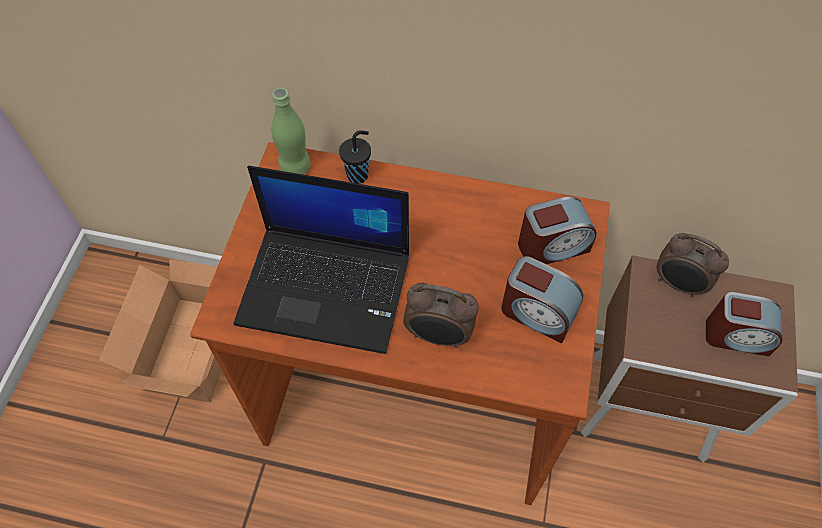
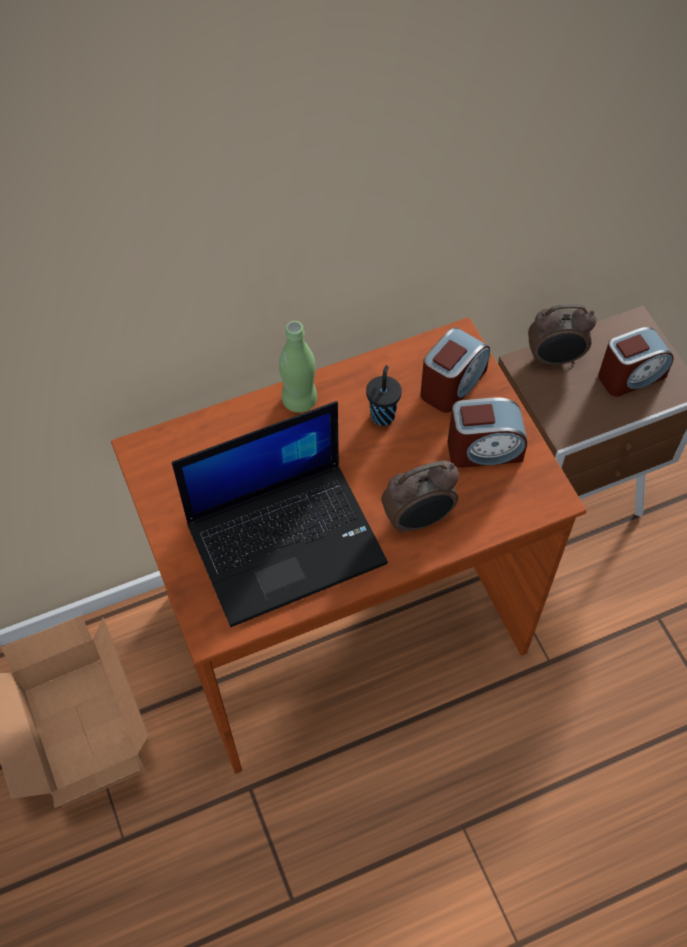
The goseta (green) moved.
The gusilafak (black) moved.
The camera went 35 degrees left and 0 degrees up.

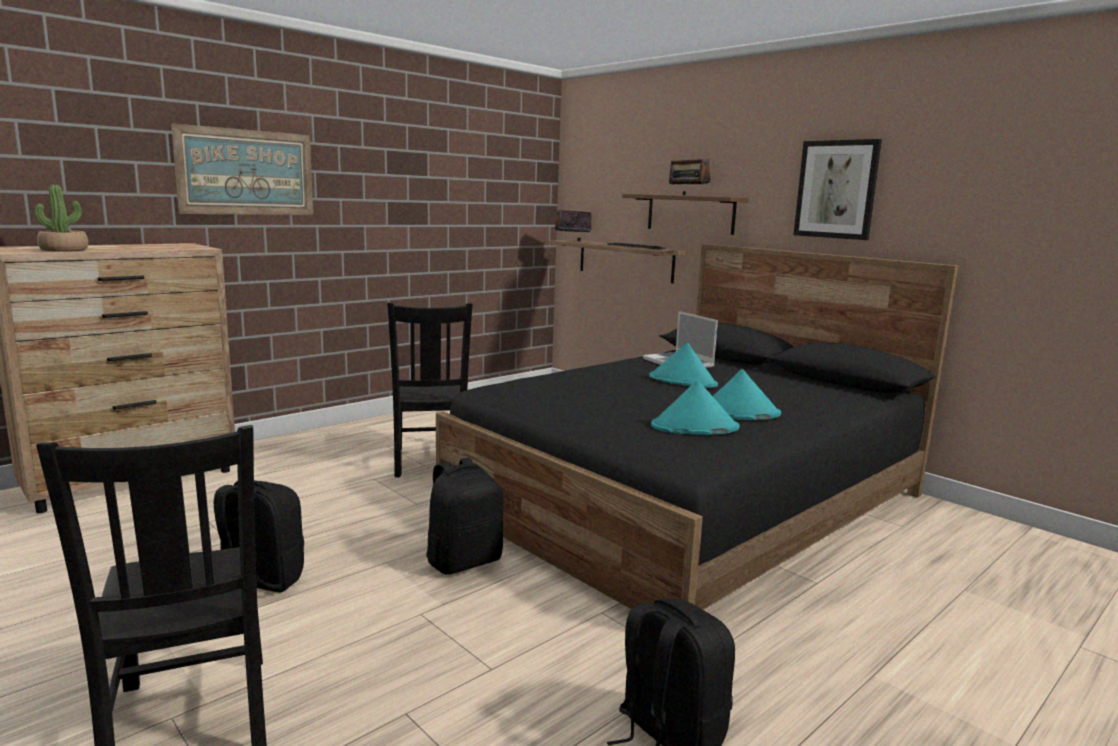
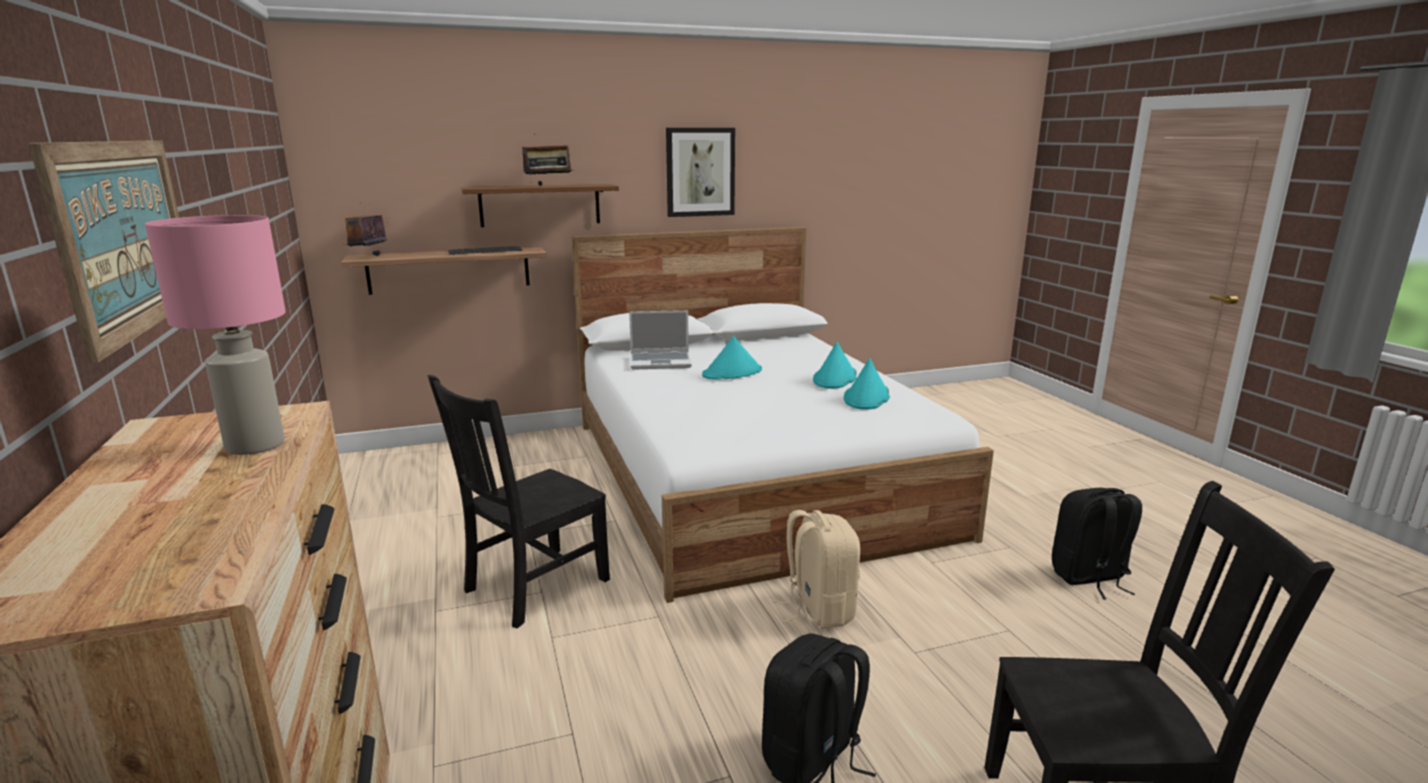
The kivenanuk disappeared.
The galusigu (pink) appeared.
The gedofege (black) (no. 2 from left) became the gedofege (beige).
The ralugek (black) became the ralugek (white).
The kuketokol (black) (no. 2 from left in the first image) turned 120 degrees clockwise.
The camera went 65 degrees left and 5 degrees up.

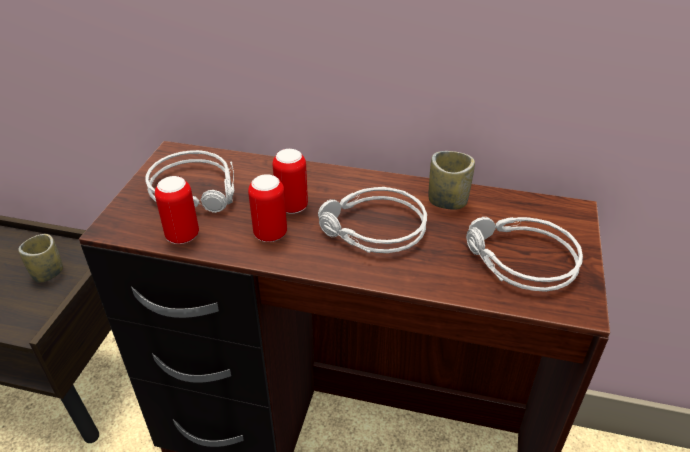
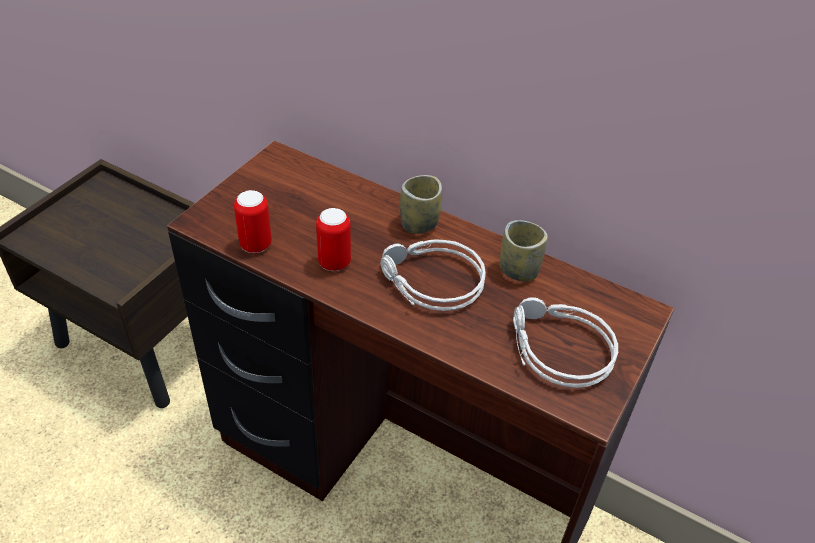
The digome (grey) (no. 1 from left) disappeared.
The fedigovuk (no. 3 from left) disappeared.
The gusilafak (no. 1 from left) moved.
The camera went 15 degrees right and 5 degrees up.

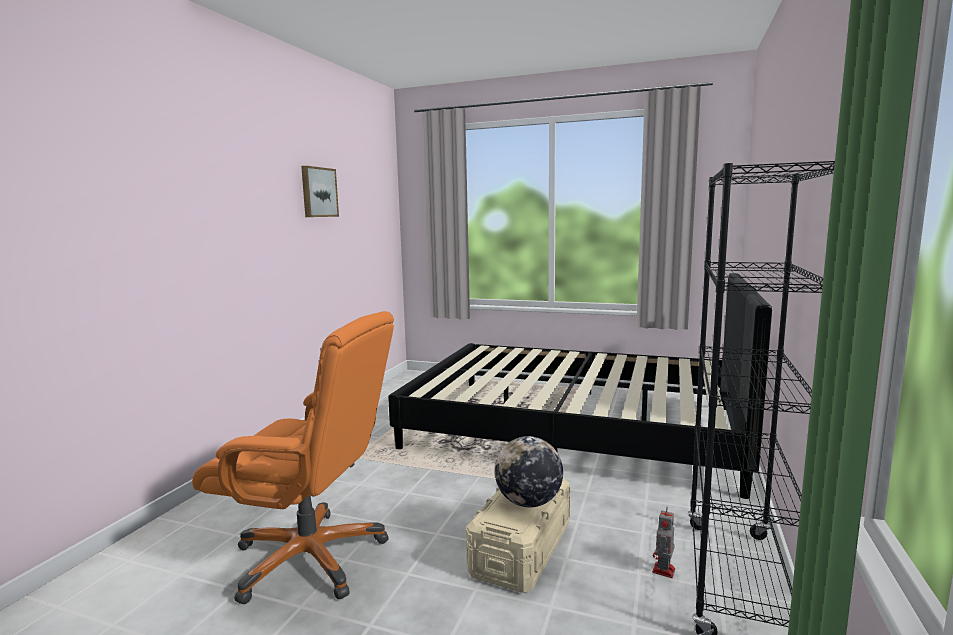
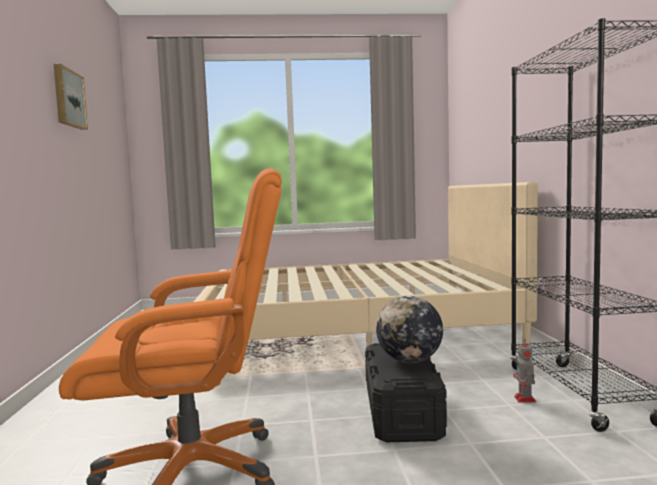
The ralugek (black) became the ralugek (beige).
The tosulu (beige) became the tosulu (black).
The camera went 25 degrees left and 5 degrees down.

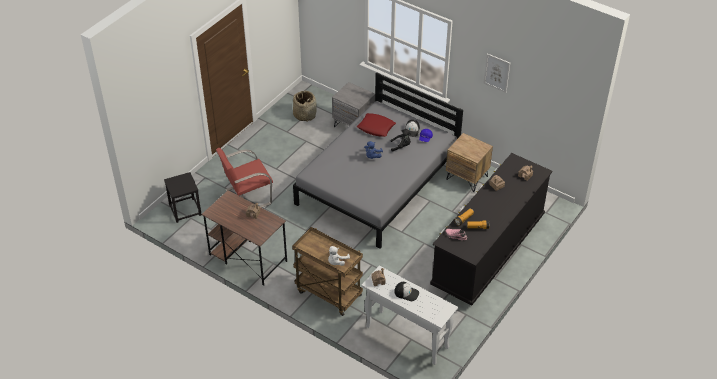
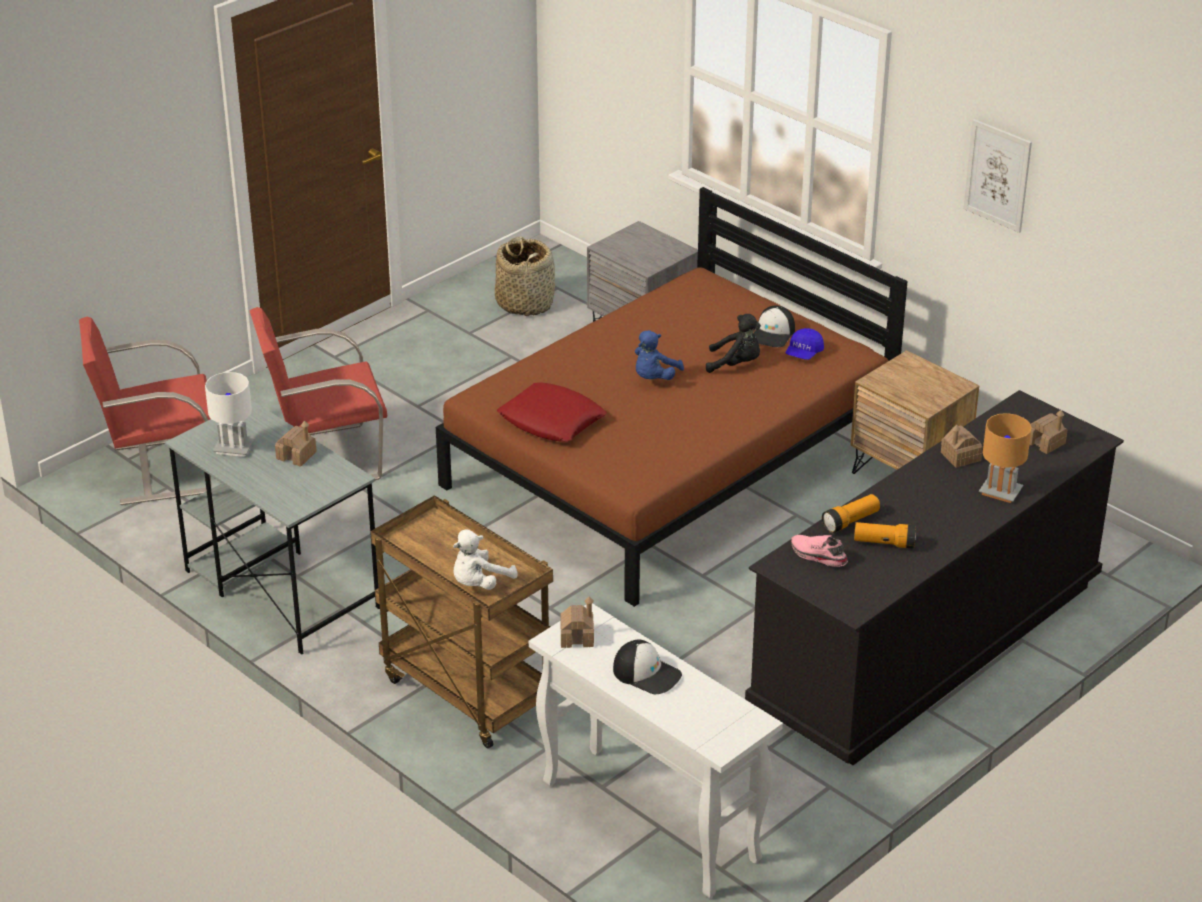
The galusigu (white) appeared.
The galusigu (brown) appeared.
The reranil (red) moved.
The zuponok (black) was replaced by the kuketokol (red) (no. 1 from left).
The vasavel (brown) became the vasavel (grey).
The ralugek (grey) became the ralugek (brown).
The camera went 10 degrees right and 10 degrees down.

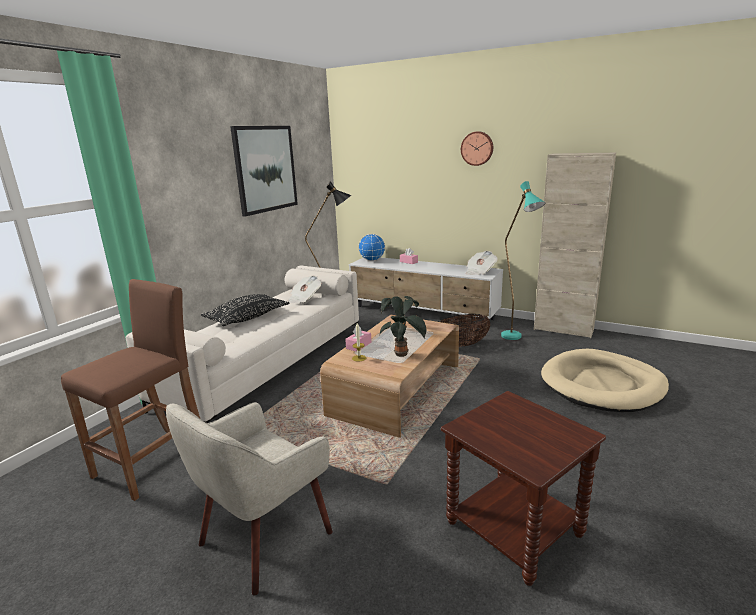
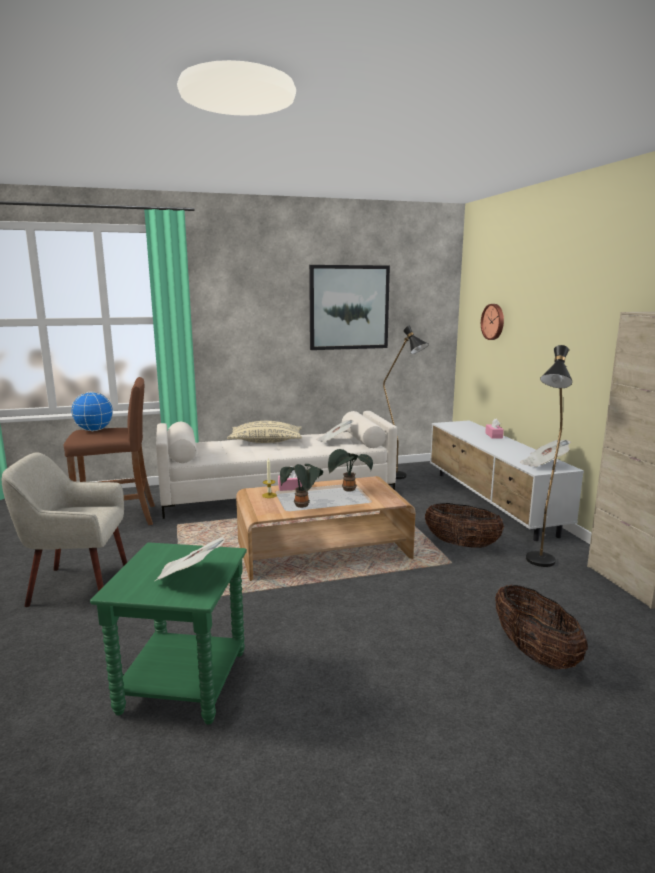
The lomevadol (no. 1 from left) appeared.
The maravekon moved.
The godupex moved.
The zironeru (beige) was replaced by the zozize (no. 2 from left).
The reranil (black) became the reranil (beige).
The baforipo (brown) became the baforipo (green).
The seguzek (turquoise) became the seguzek (black) (no. 2 from left).
The camera went 45 degrees right and 5 degrees down.

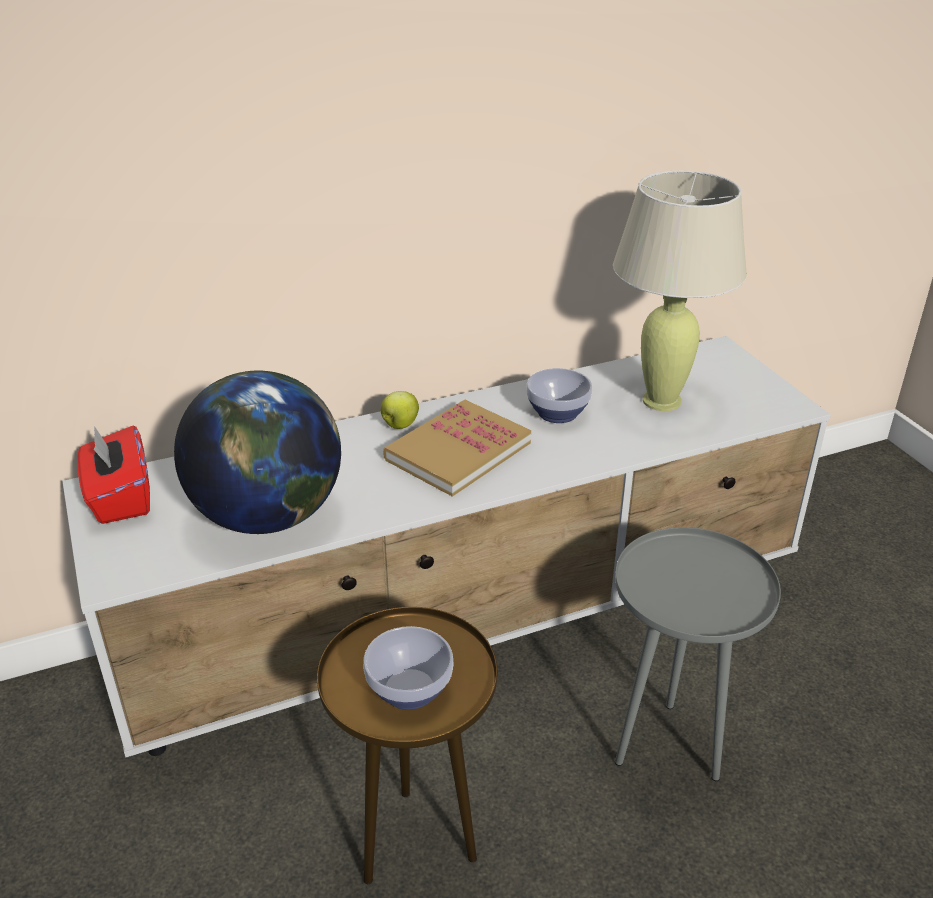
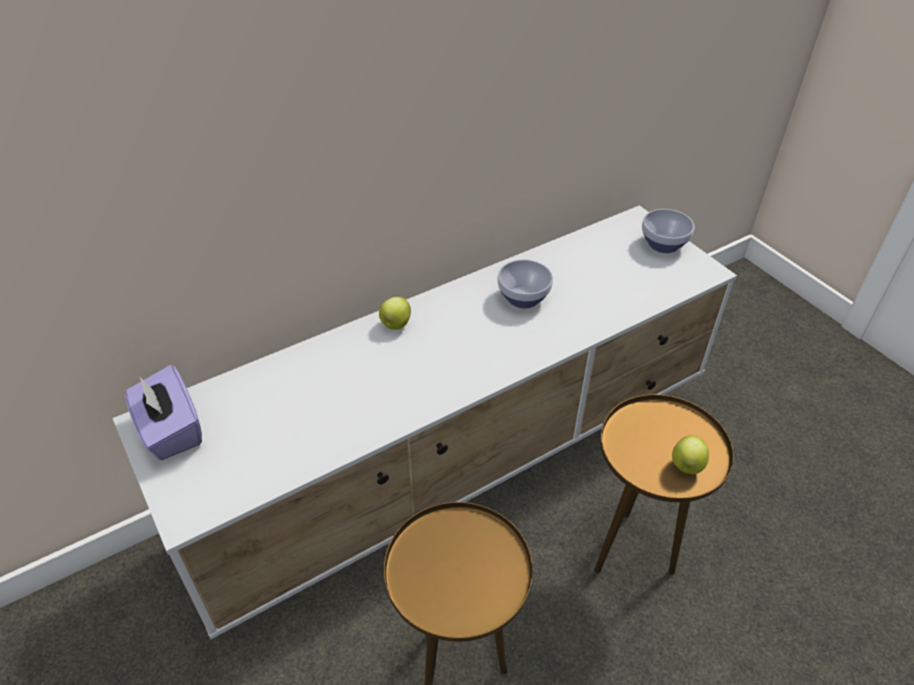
The maravekon disappeared.
The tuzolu disappeared.
The galusigu (beige) disappeared.
The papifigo (no. 2 from left) appeared.
The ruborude (no. 1 from left in the first image) moved.
The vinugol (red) became the vinugol (purple).
The baforipo (grey) became the baforipo (brown) (no. 2 from left).
The camera went 10 degrees left and 10 degrees up.

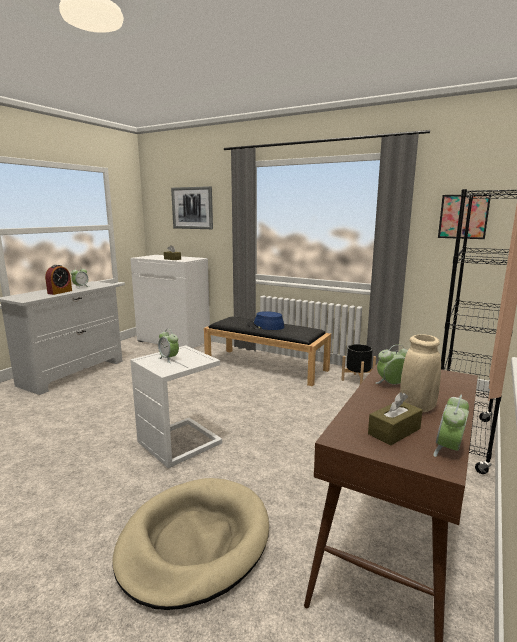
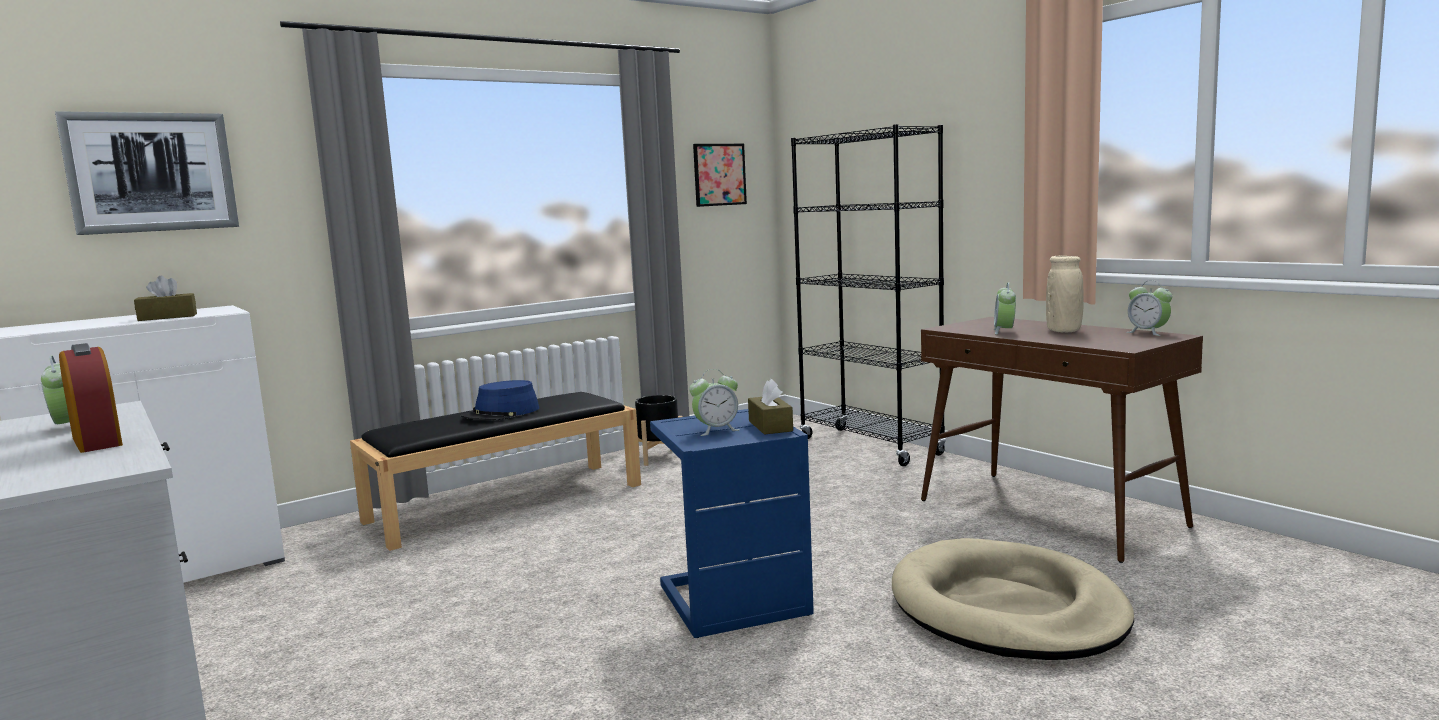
The vinugol (brown) (no. 2 from left) moved.
The baforipo (white) became the baforipo (blue).
The camera went 65 degrees left and 5 degrees down.

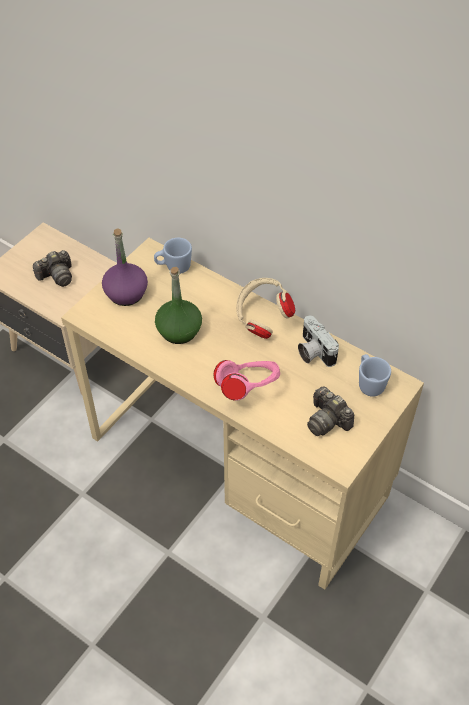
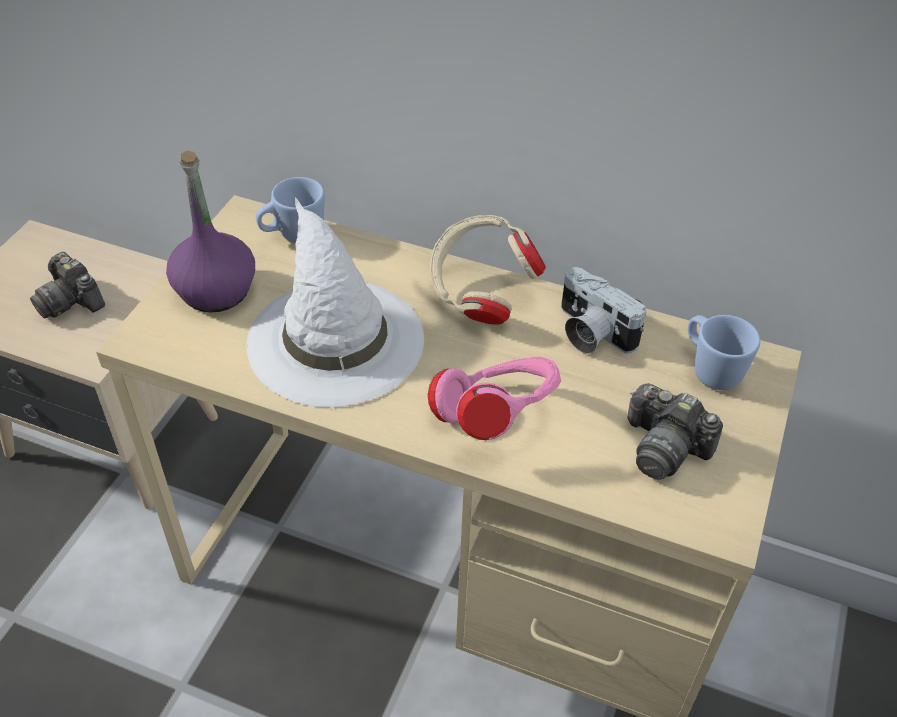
The goseta (green) was replaced by the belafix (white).
The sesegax (no. 1 from left) turned 90 degrees clockwise.
The camera went 15 degrees left and 5 degrees down.

